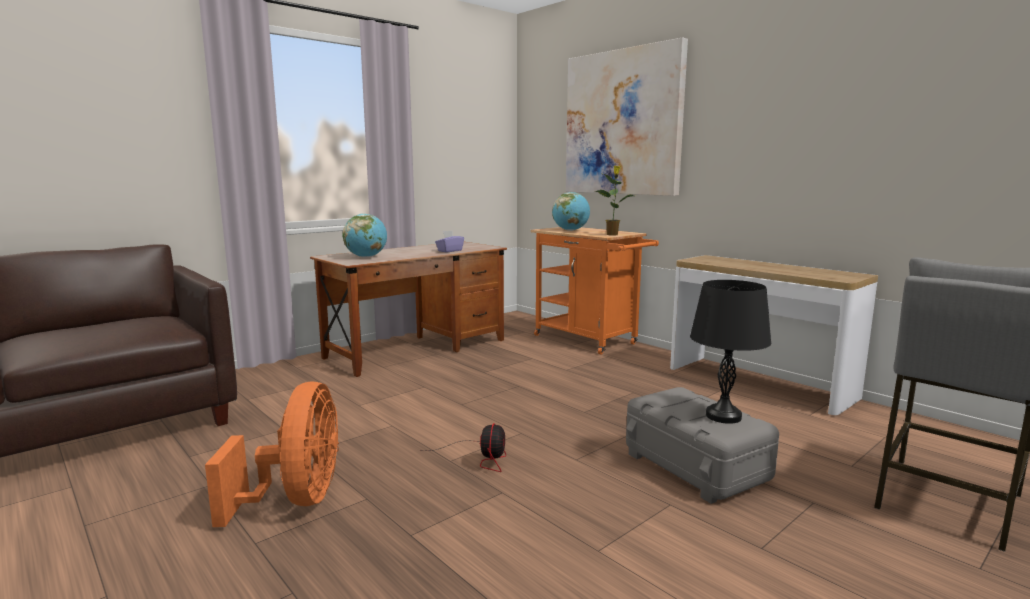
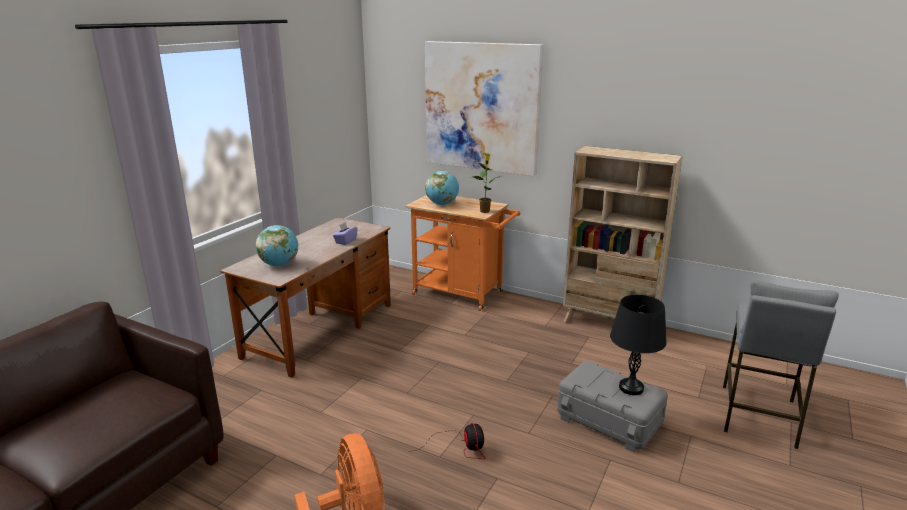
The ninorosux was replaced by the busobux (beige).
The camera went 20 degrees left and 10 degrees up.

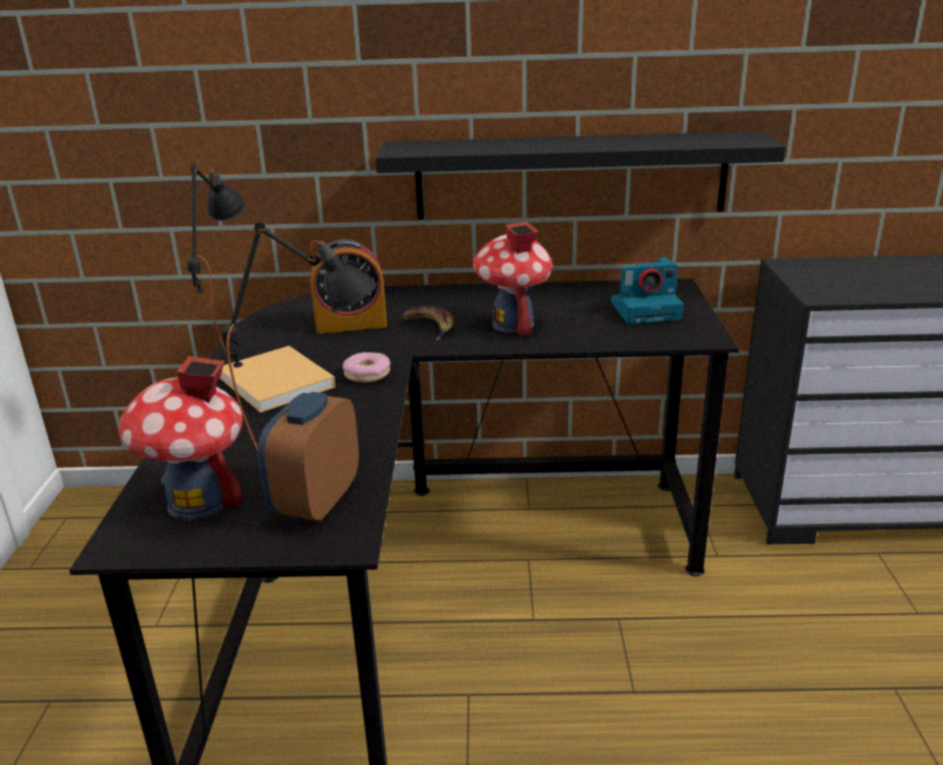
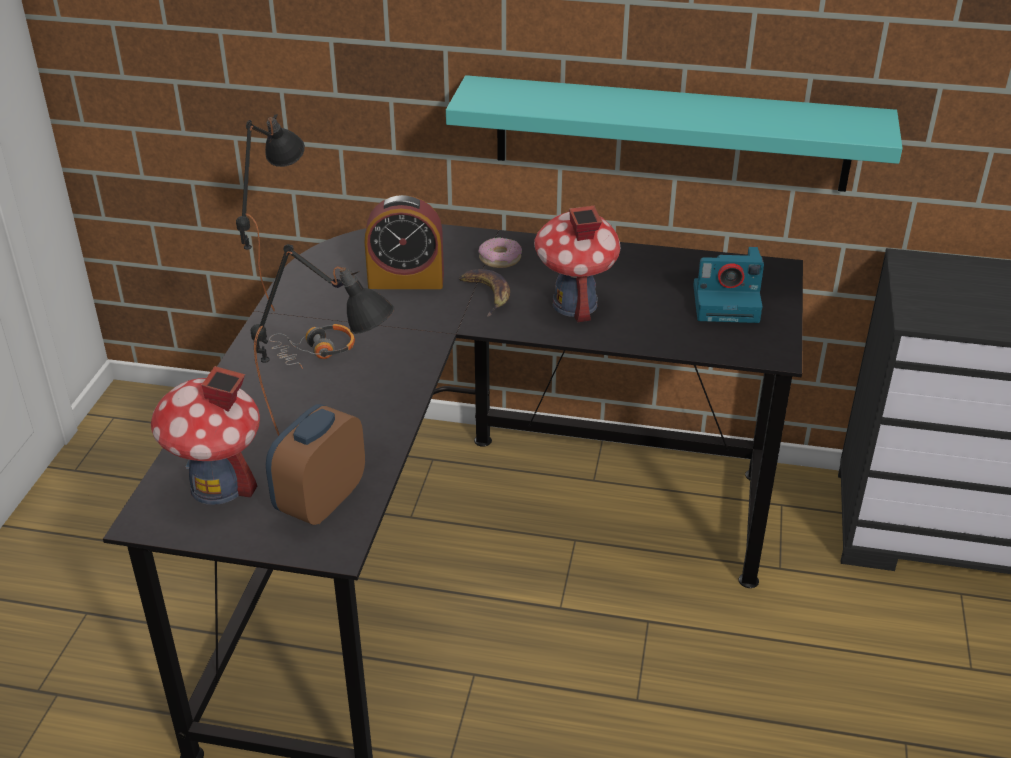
The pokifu moved.
The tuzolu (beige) was replaced by the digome.
The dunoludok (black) became the dunoludok (turquoise).
The camera went 10 degrees right and 10 degrees up.

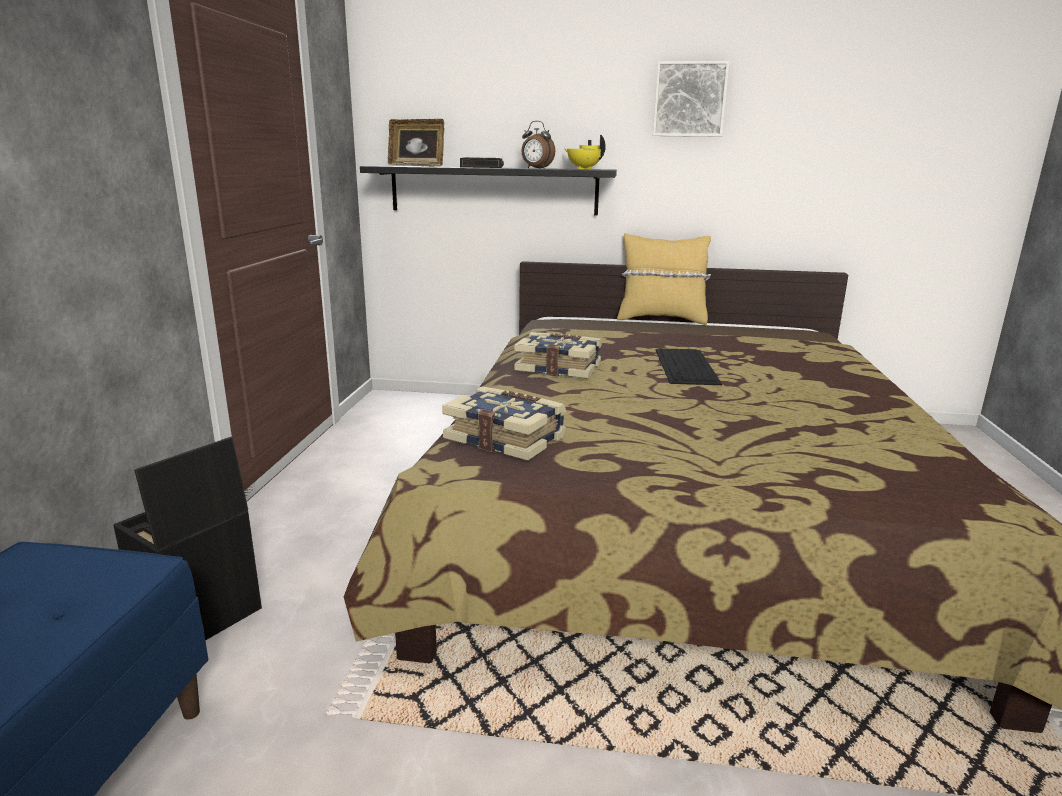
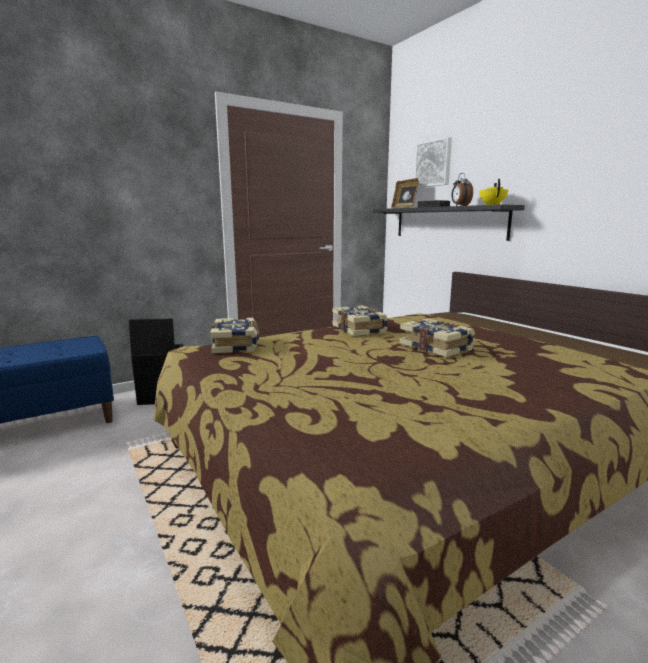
The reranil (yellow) disappeared.
The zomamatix moved.
The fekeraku was replaced by the tuzolu (no. 3 from left).
The camera went 50 degrees right and 5 degrees down.

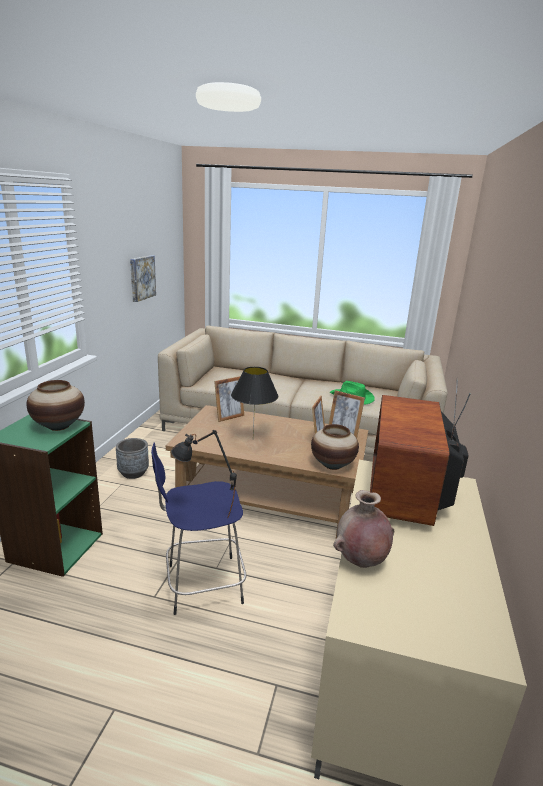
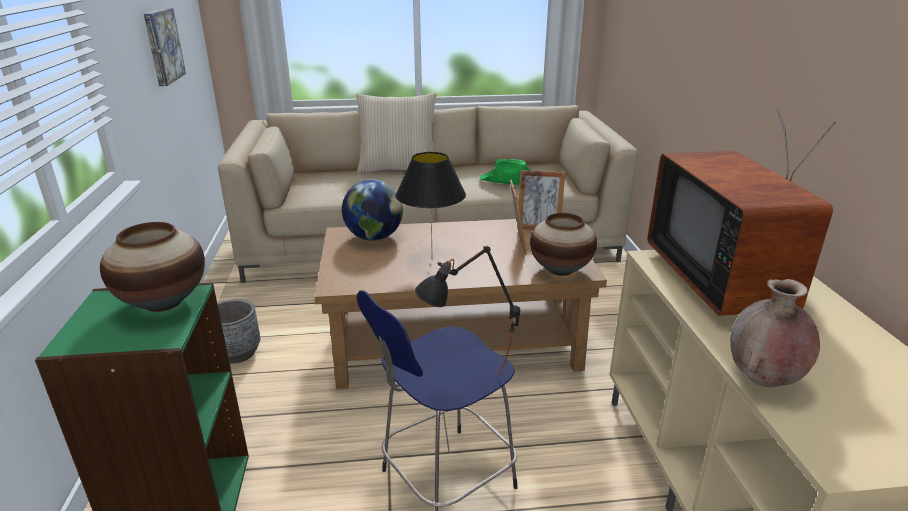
The reranil (beige) appeared.
The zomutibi (no. 1 from left) was replaced by the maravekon.
The camera went 20 degrees left and 5 degrees up.

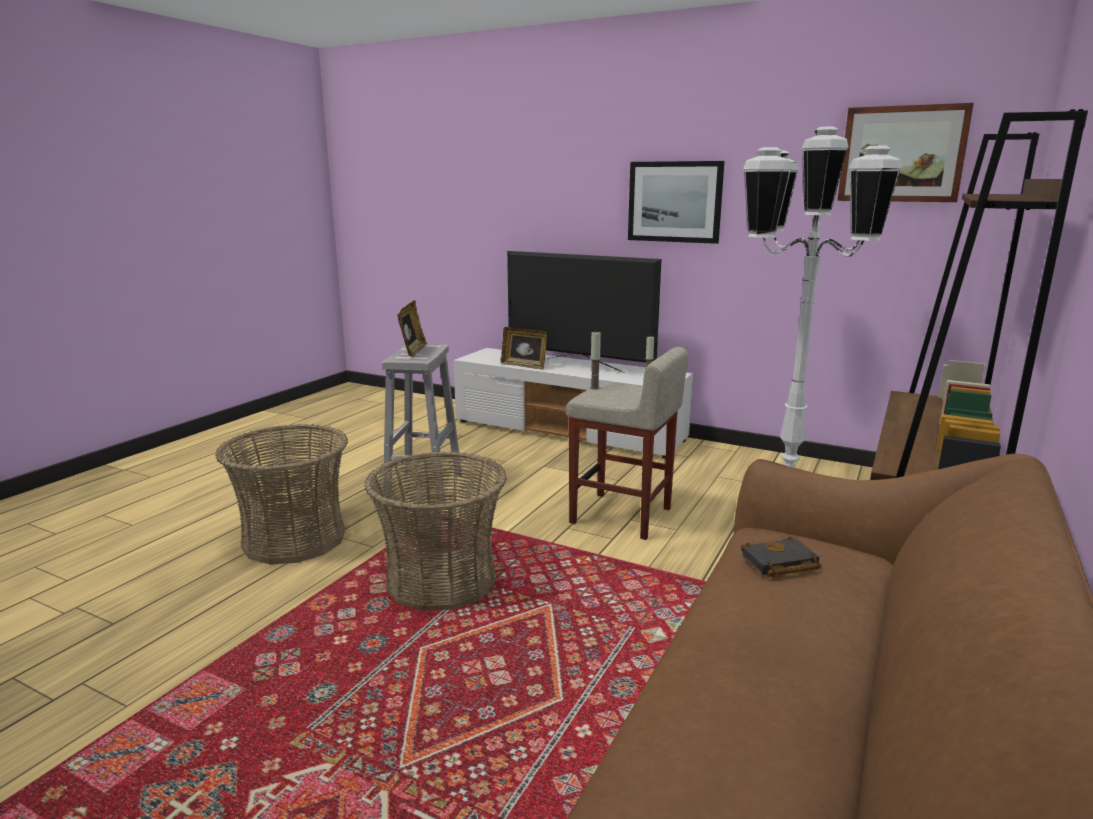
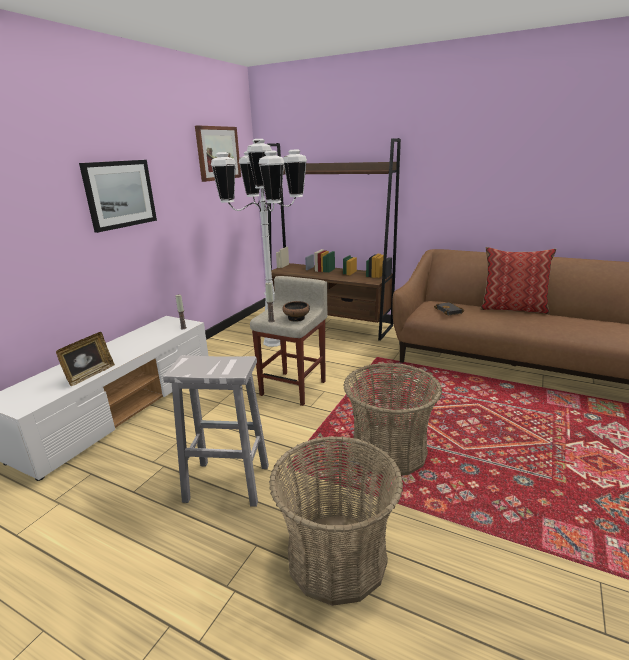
The zomutibi (no. 1 from left) disappeared.
The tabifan disappeared.
The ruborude appeared.
The reranil appeared.
The camera went 90 degrees left and 5 degrees up.

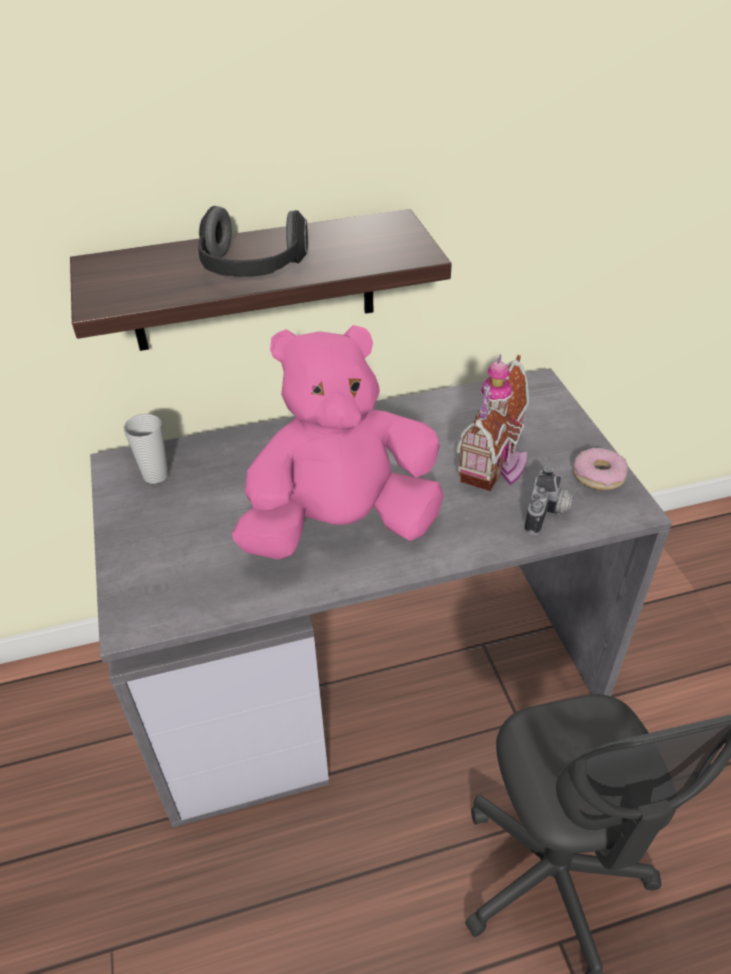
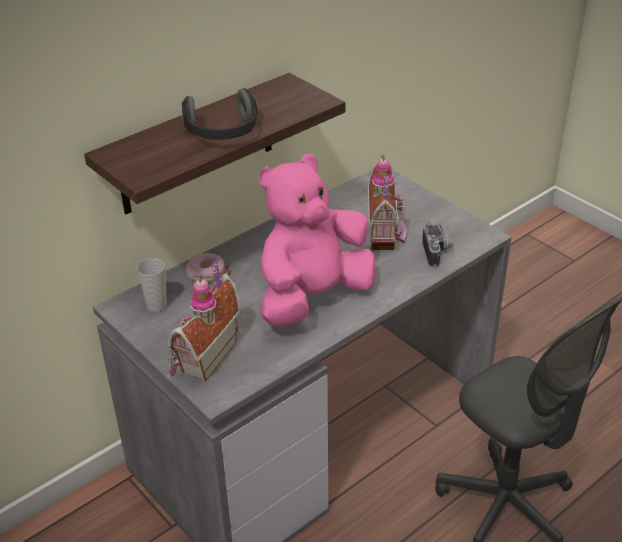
The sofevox (no. 1 from left) appeared.
The pokifu moved.
The camera went 25 degrees left and 5 degrees down.

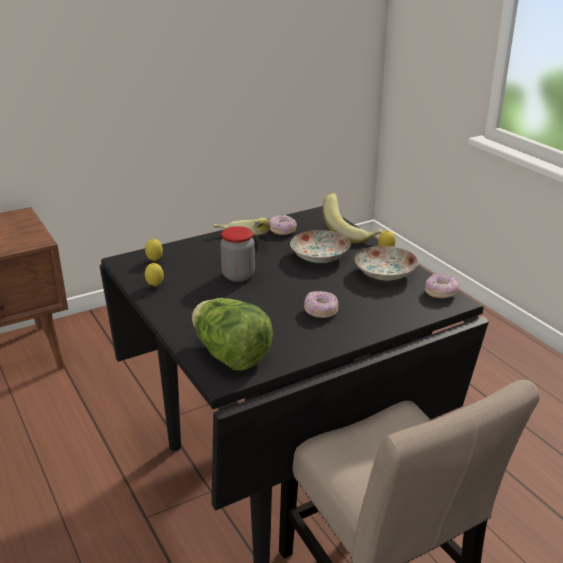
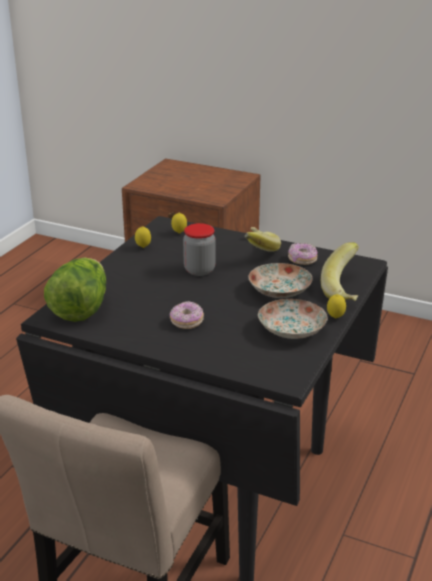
The pokifu (no. 3 from left) disappeared.
The camera went 55 degrees right and 0 degrees up.

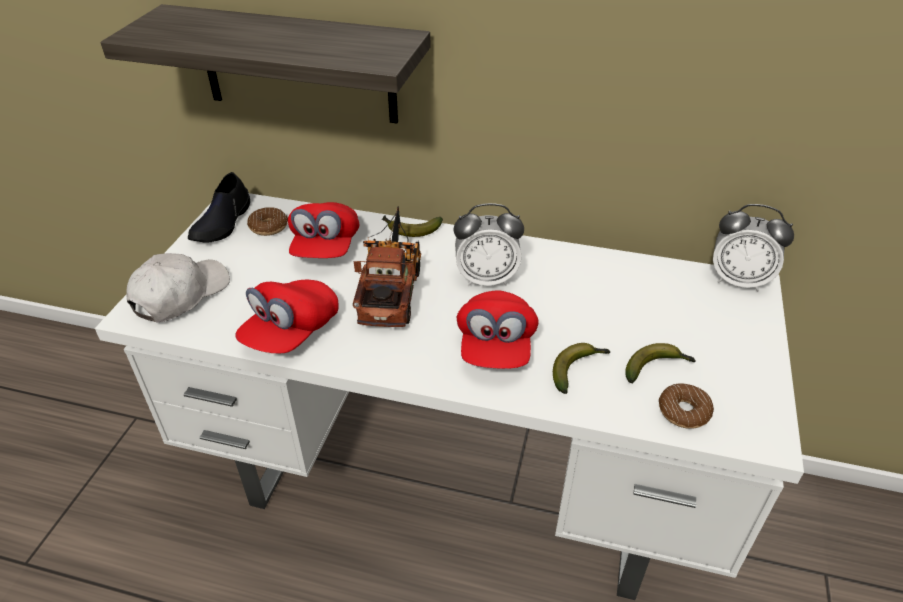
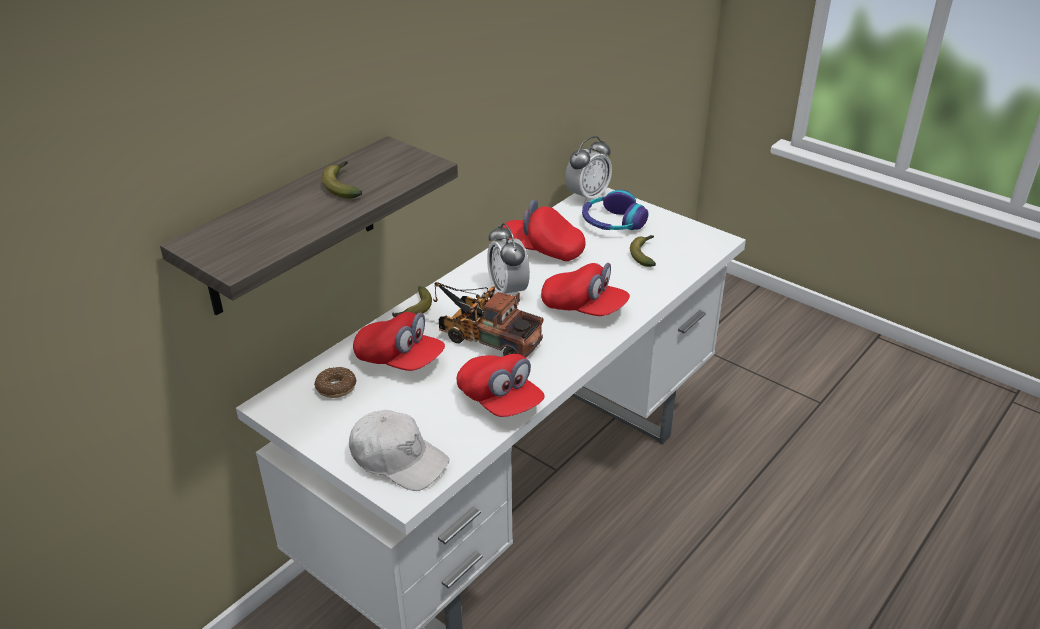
The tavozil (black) disappeared.
The pokifu (no. 2 from left) disappeared.
The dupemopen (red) (no. 3 from left) appeared.
The digome appeared.
The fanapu (no. 2 from left in the first image) moved.
The dupemopen (white) turned 150 degrees clockwise.
The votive (no. 1 from left) turned 135 degrees clockwise.
The camera went 65 degrees left and 5 degrees down.

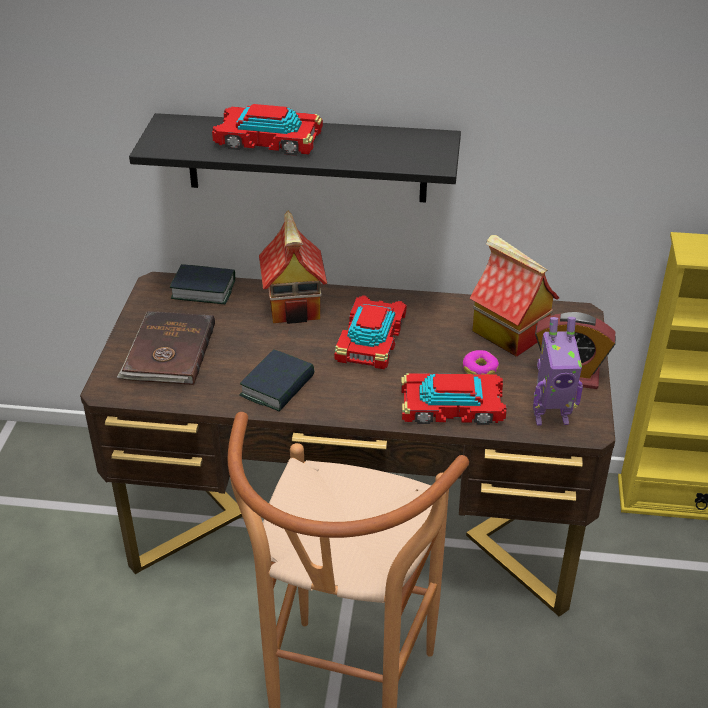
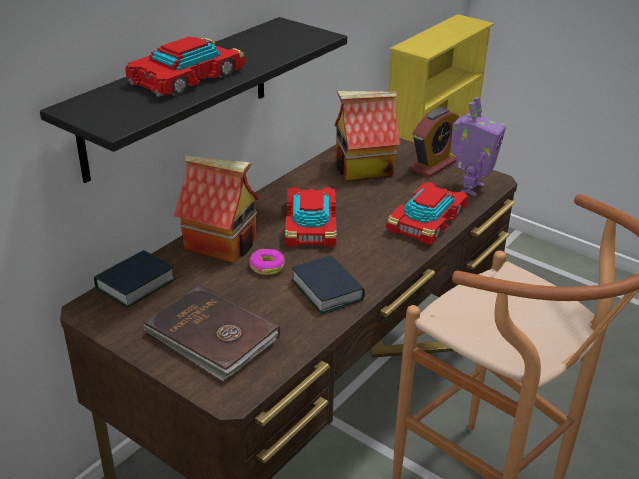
The pokifu moved.
The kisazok (no. 2 from left) turned 45 degrees clockwise.
The camera went 60 degrees left and 5 degrees down.

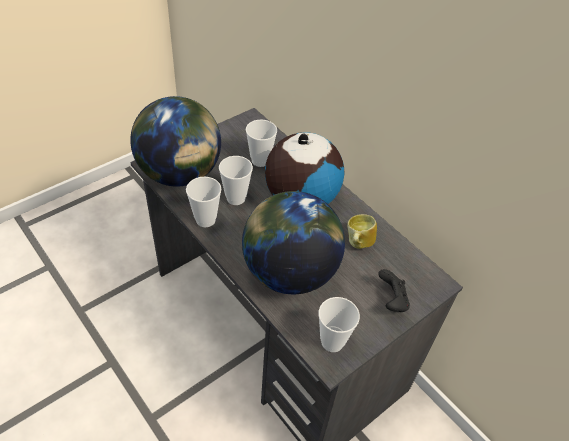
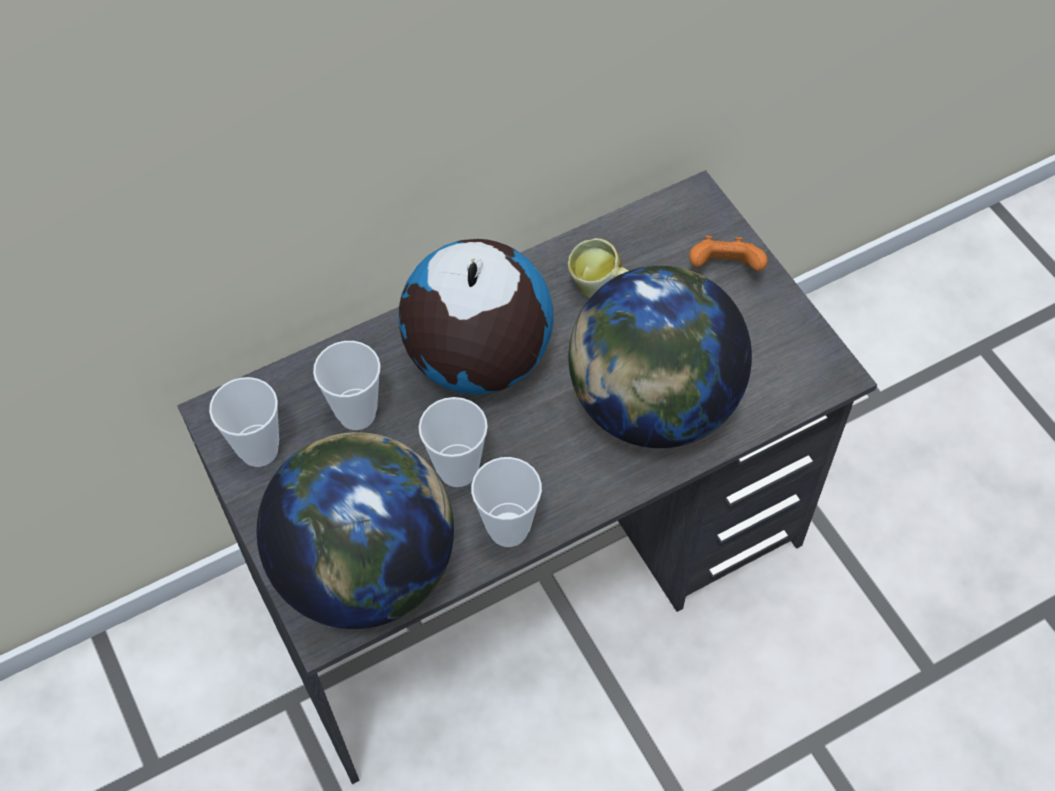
The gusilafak (no. 4 from left in the first image) moved.
The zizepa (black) became the zizepa (orange).
The camera went 75 degrees left and 10 degrees up.

